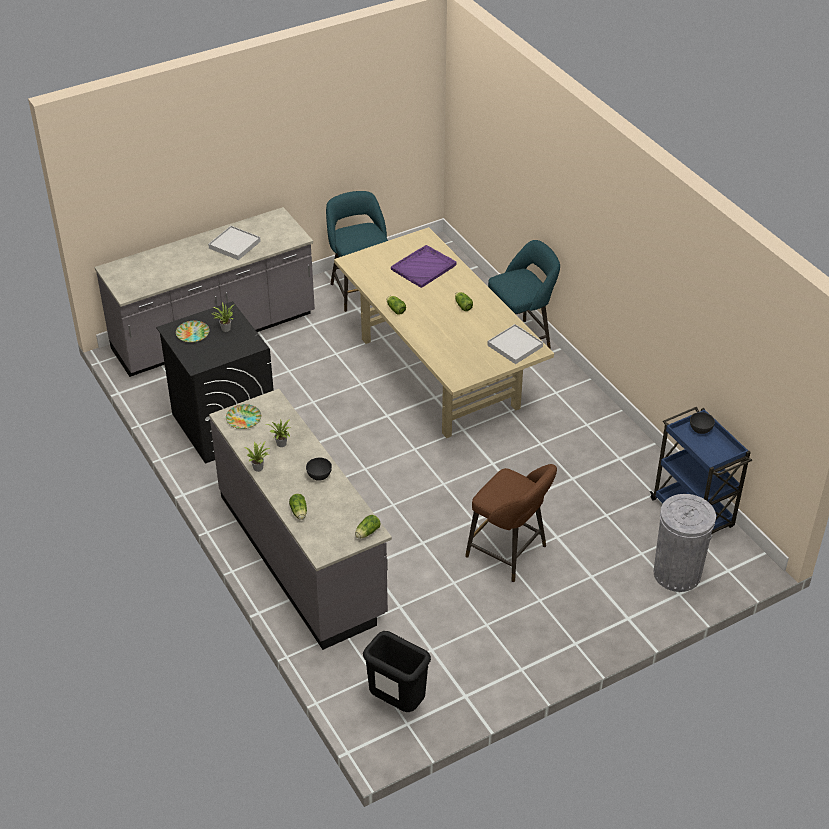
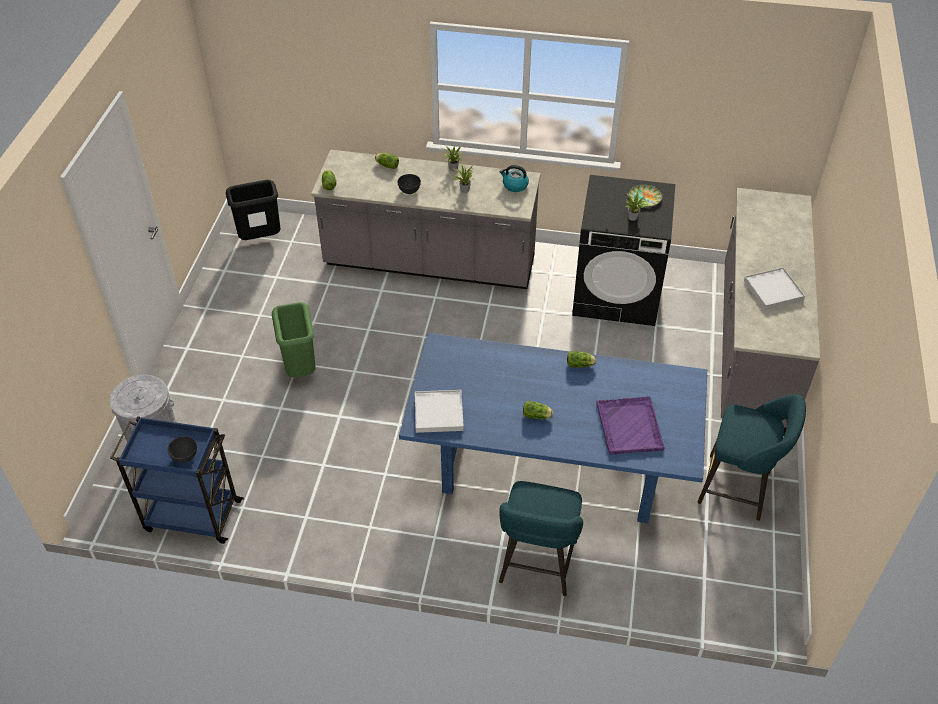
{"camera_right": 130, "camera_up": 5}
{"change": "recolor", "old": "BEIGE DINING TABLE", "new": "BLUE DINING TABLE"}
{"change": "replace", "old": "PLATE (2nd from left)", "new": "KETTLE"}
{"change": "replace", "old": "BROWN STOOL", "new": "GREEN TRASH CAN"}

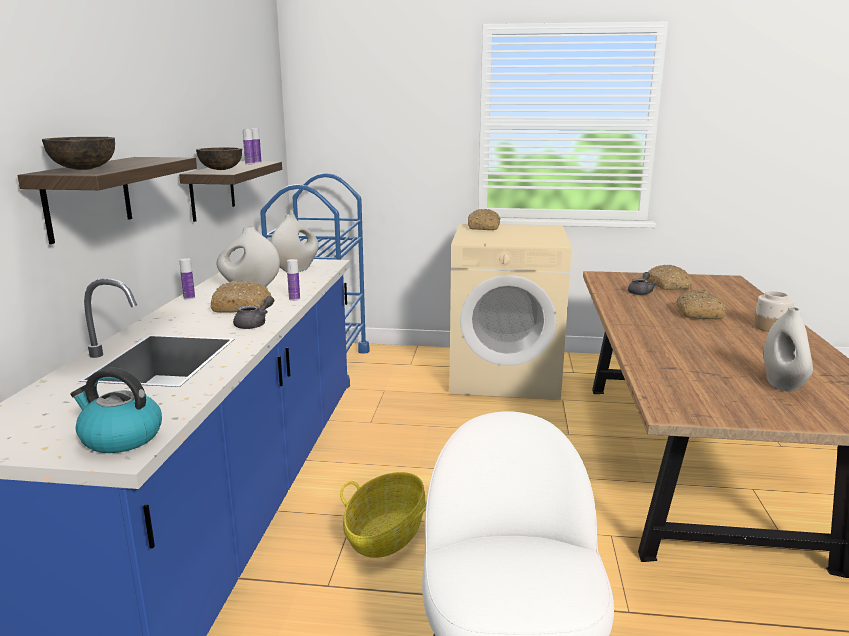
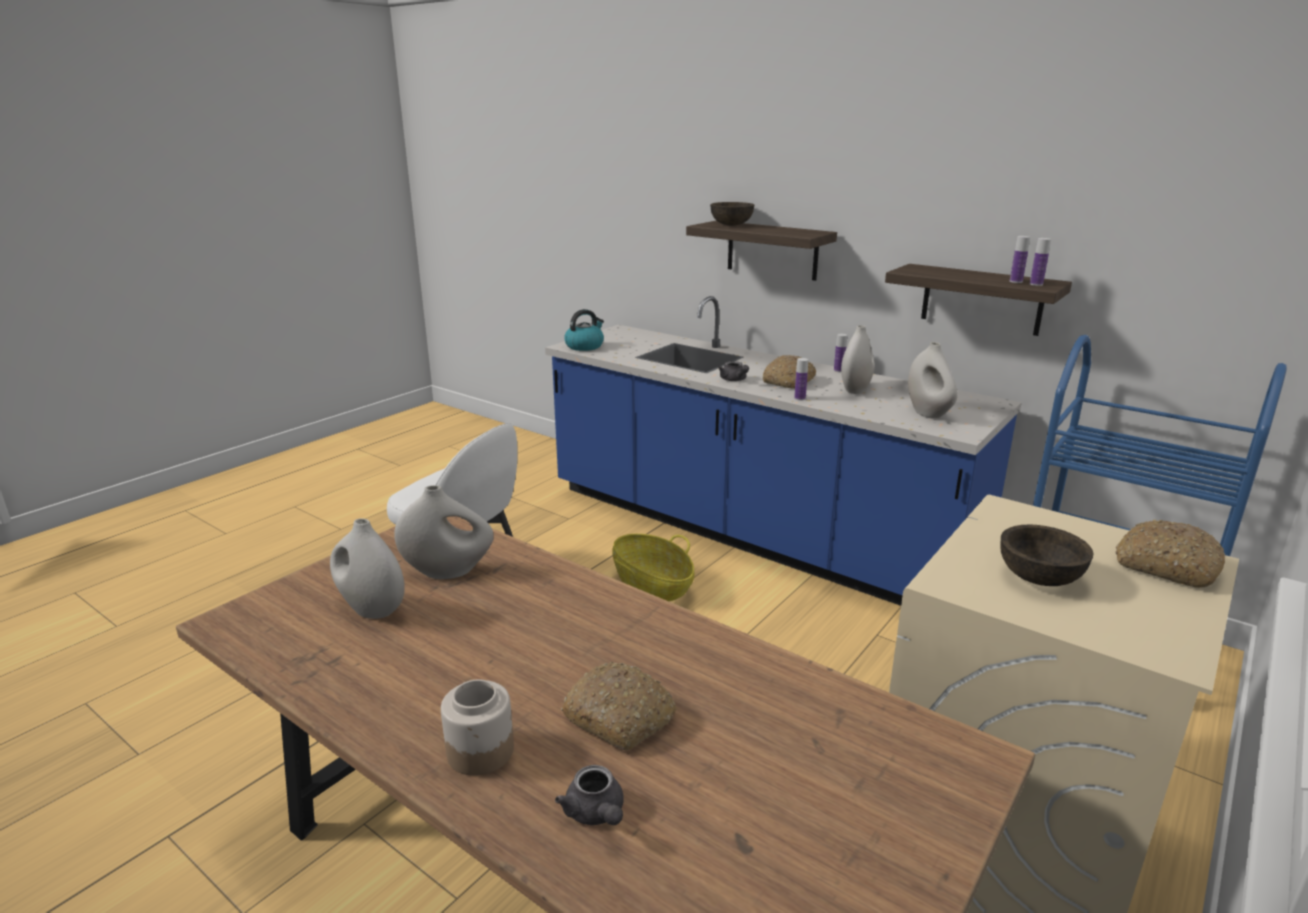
{"camera_right": 120, "camera_up": 5}
{"change": "move", "old": "BROWN BOWL (2nd from left)"}
{"change": "delete", "old": "BREAD (3rd from left)"}
{"change": "move", "old": "GREY TEAPOT (2nd from left in the first image)", "new": "GREY TEAPOT (1st from left)"}
{"change": "insert", "new": "WHITE VASE (2nd from left)"}

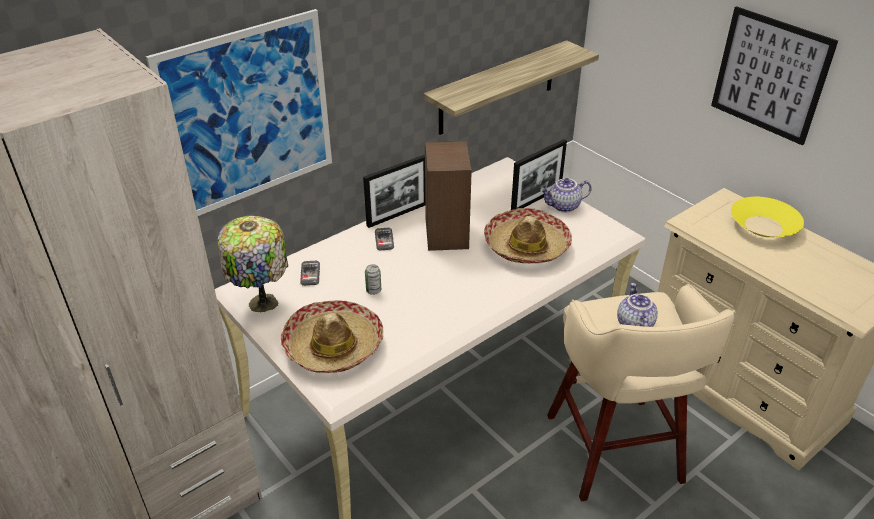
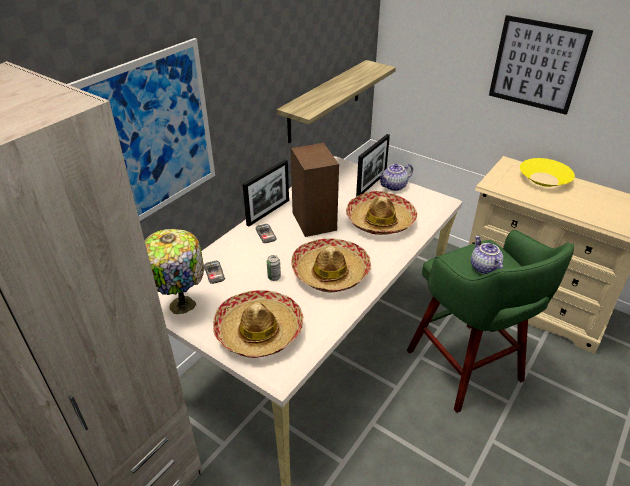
{"camera_right": -15, "camera_up": 0}
{"change": "recolor", "old": "BEIGE STOOL", "new": "GREEN STOOL"}
{"change": "insert", "new": "HAT (2nd from left)"}

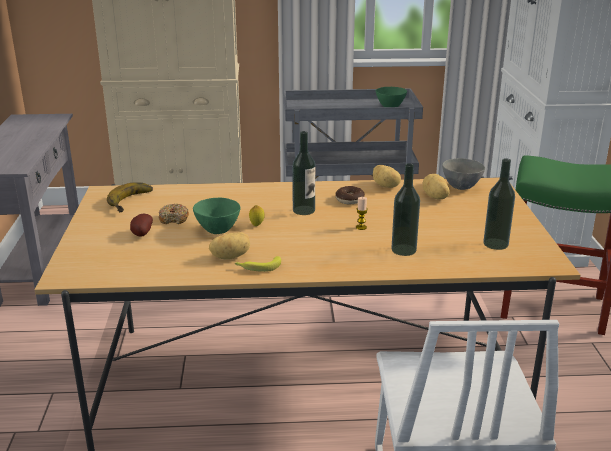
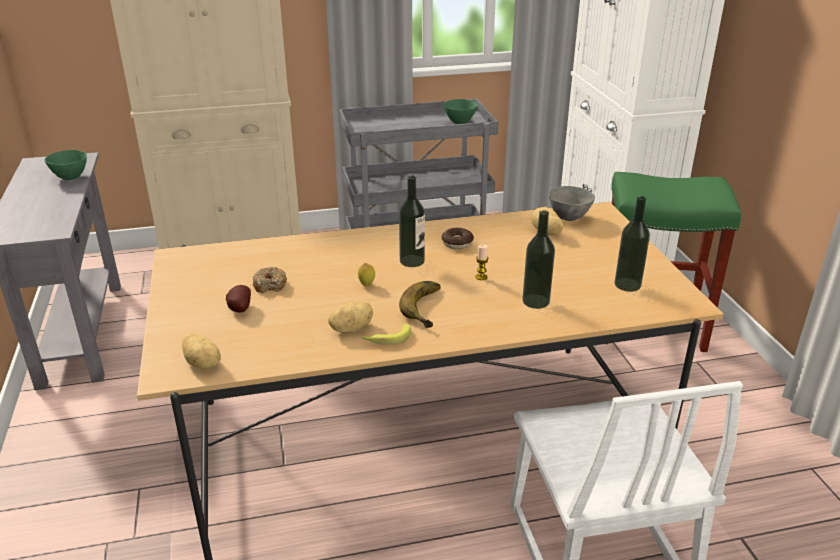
{"camera_right": -10, "camera_up": 5}
{"change": "move", "old": "POTATO (3rd from left in the first image)", "new": "POTATO (1st from left)"}
{"change": "move", "old": "BANANA (1st from left in the first image)", "new": "BANANA (2nd from left)"}
{"change": "move", "old": "GREEN BOWL (1st from left)"}

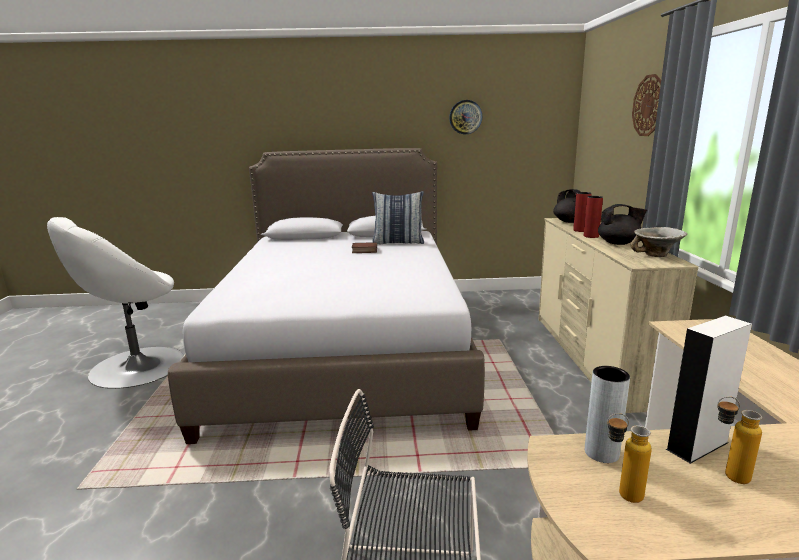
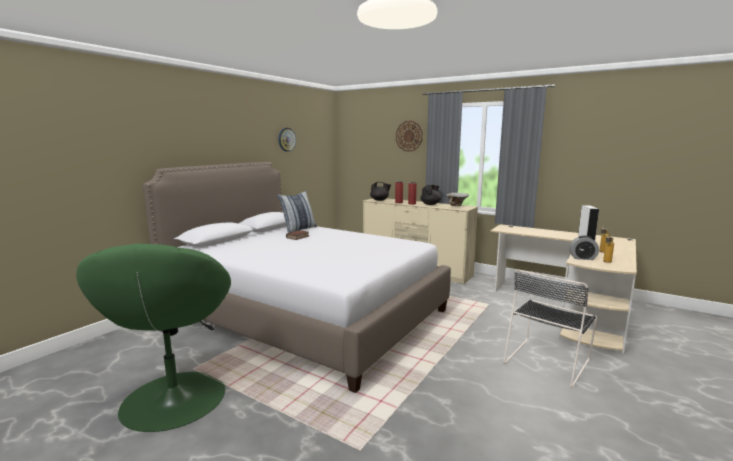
{"camera_right": -55, "camera_up": -5}
{"change": "recolor", "old": "WHITE ARMCHAIR", "new": "GREEN ARMCHAIR"}
{"change": "replace", "old": "GREY VASE", "new": "ALARM CLOCK"}

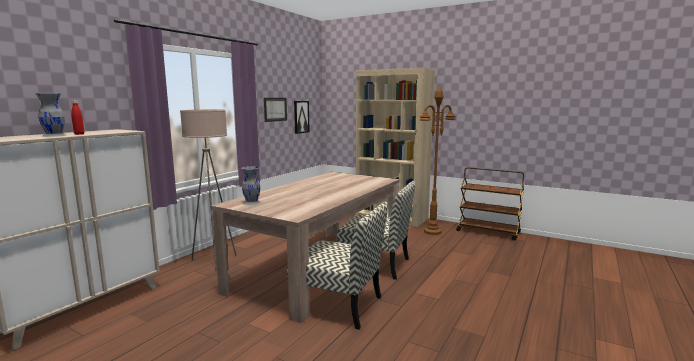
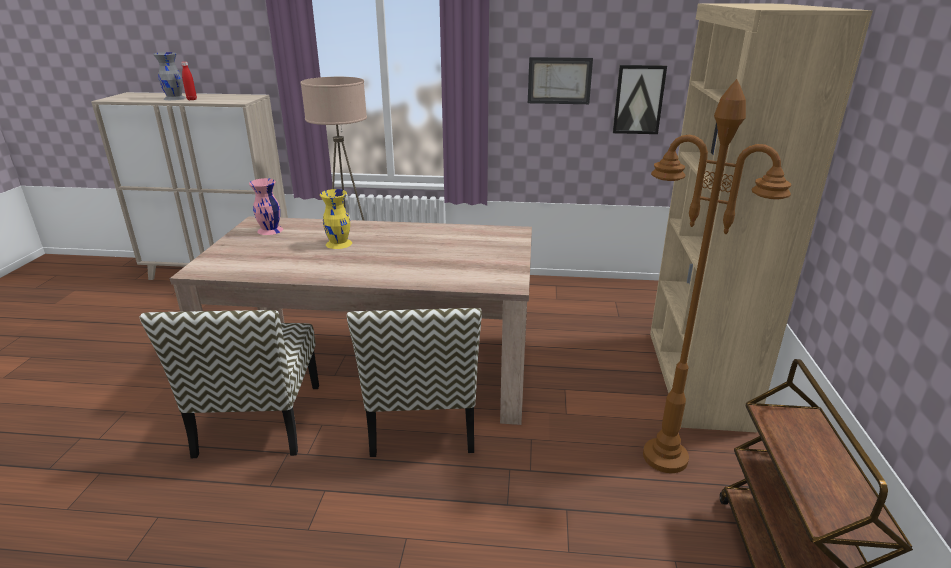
{"camera_right": 65, "camera_up": 15}
{"change": "recolor", "old": "GREY VASE (2nd from left)", "new": "PINK VASE"}
{"change": "insert", "new": "YELLOW VASE"}

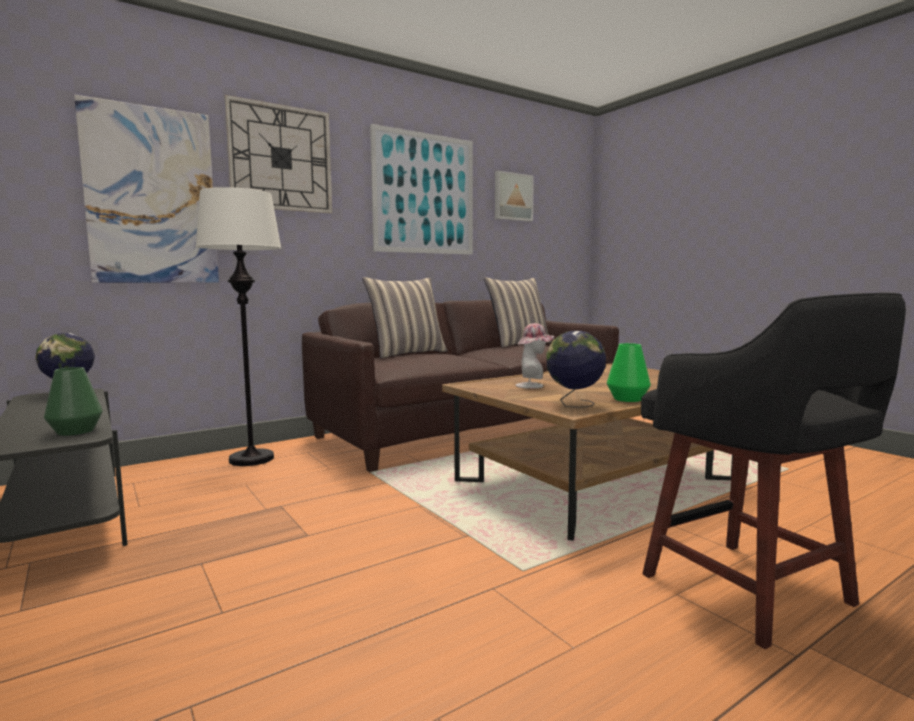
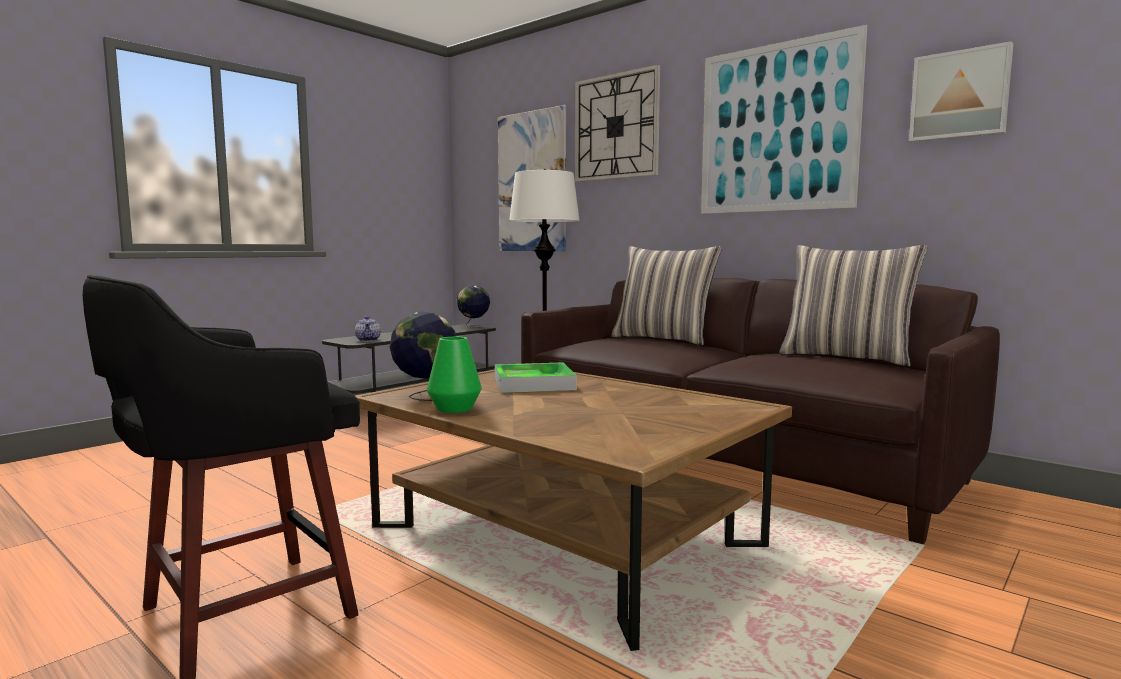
{"camera_right": 75, "camera_up": 0}
{"change": "replace", "old": "HAT", "new": "TRAY"}
{"change": "replace", "old": "GREEN VASE (1st from left)", "new": "TEAPOT"}

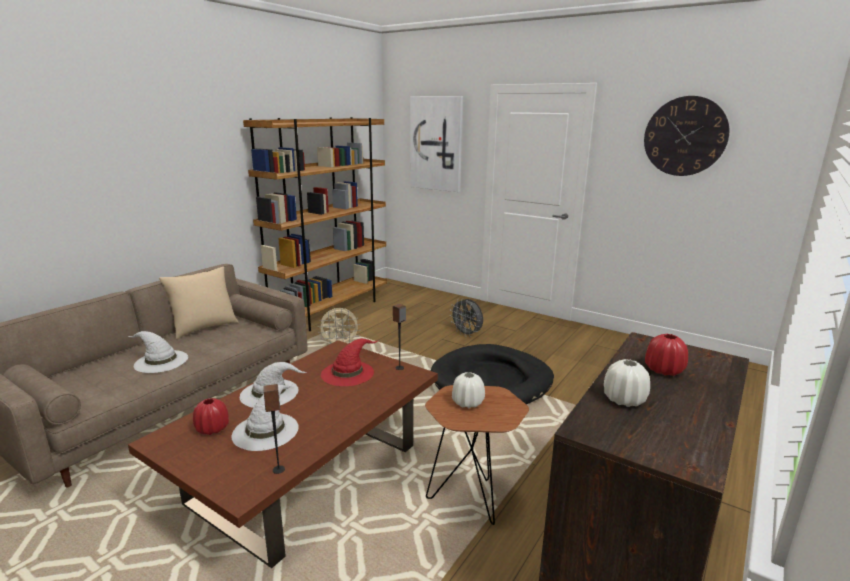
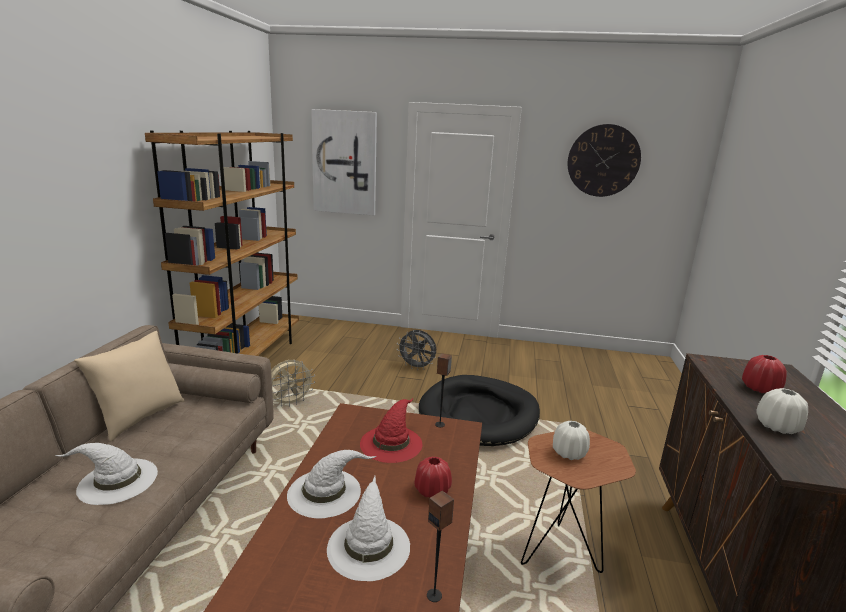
{"camera_right": -25, "camera_up": 0}
{"change": "move", "old": "RED VASE (1st from left)"}

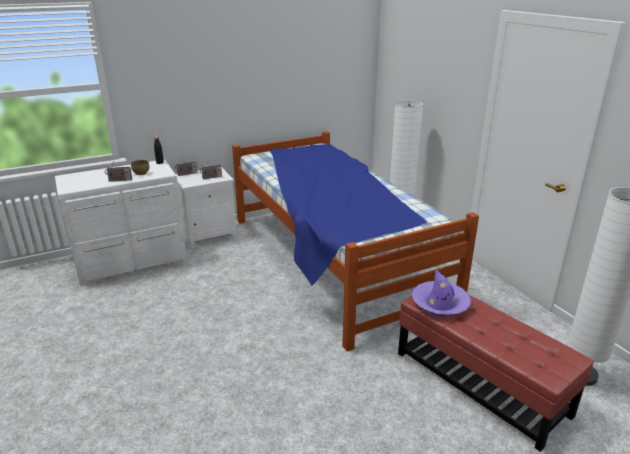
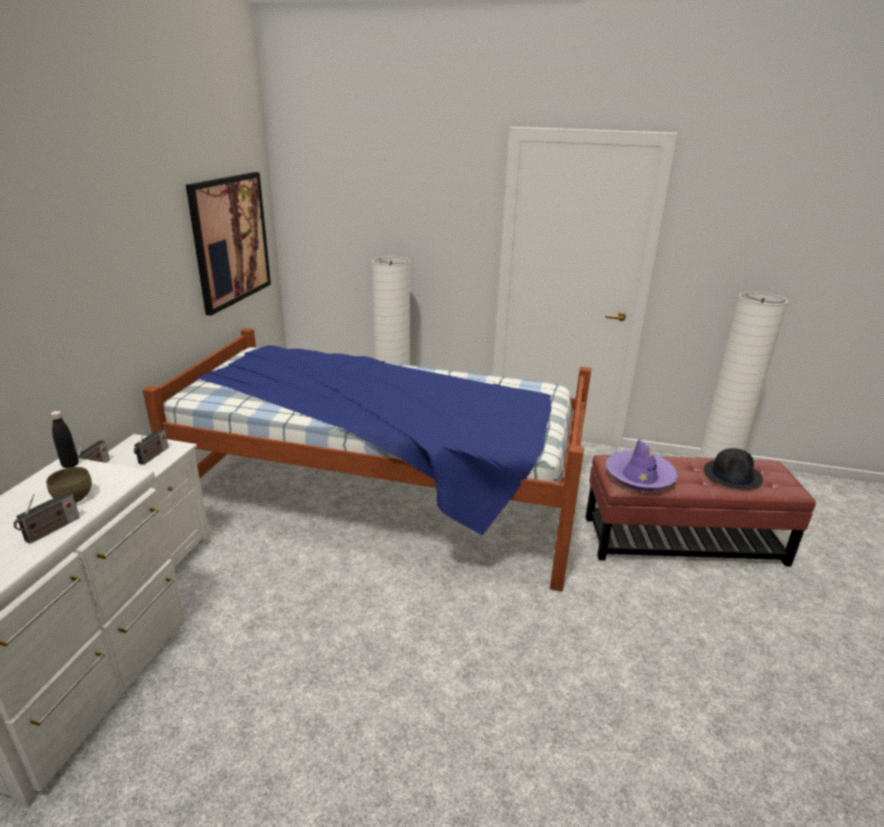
{"camera_right": -50, "camera_up": 0}
{"change": "insert", "new": "PICTURE"}
{"change": "insert", "new": "BLACK HAT"}

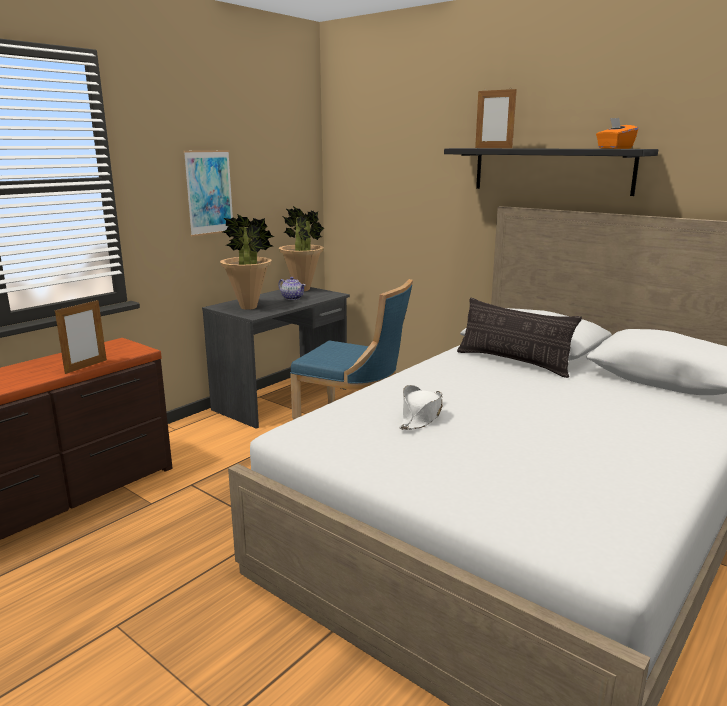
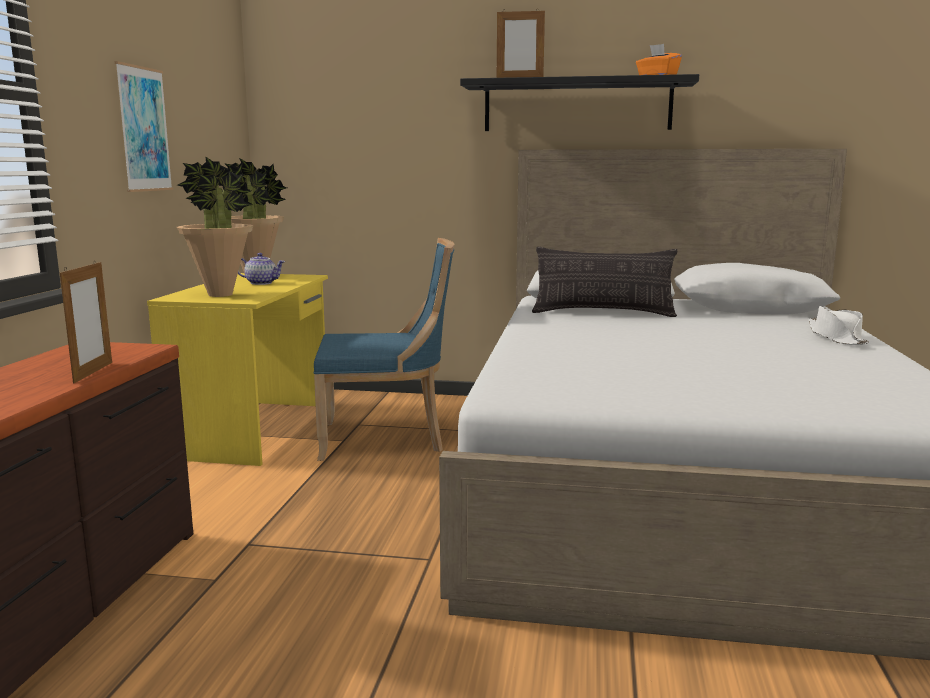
{"camera_right": -30, "camera_up": -5}
{"change": "recolor", "old": "GREY DESK", "new": "YELLOW DESK"}
{"change": "move", "old": "WHITE HAT"}

